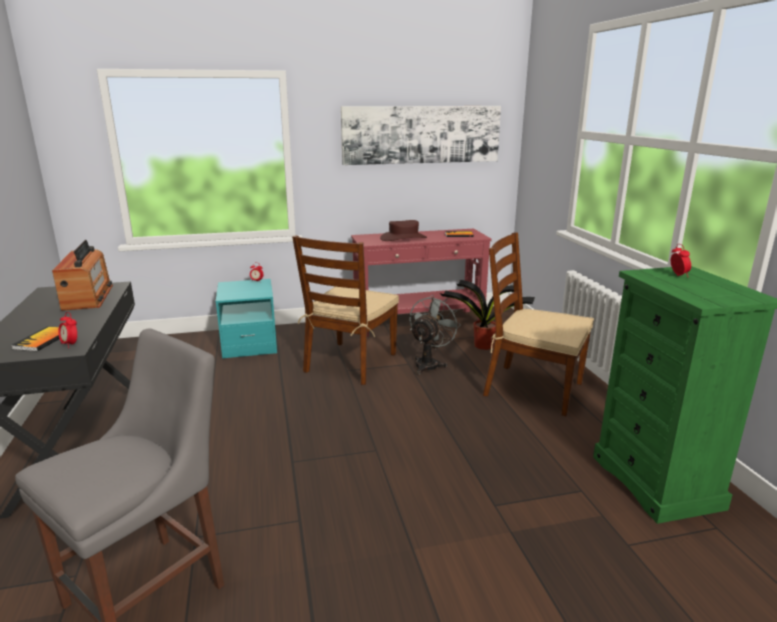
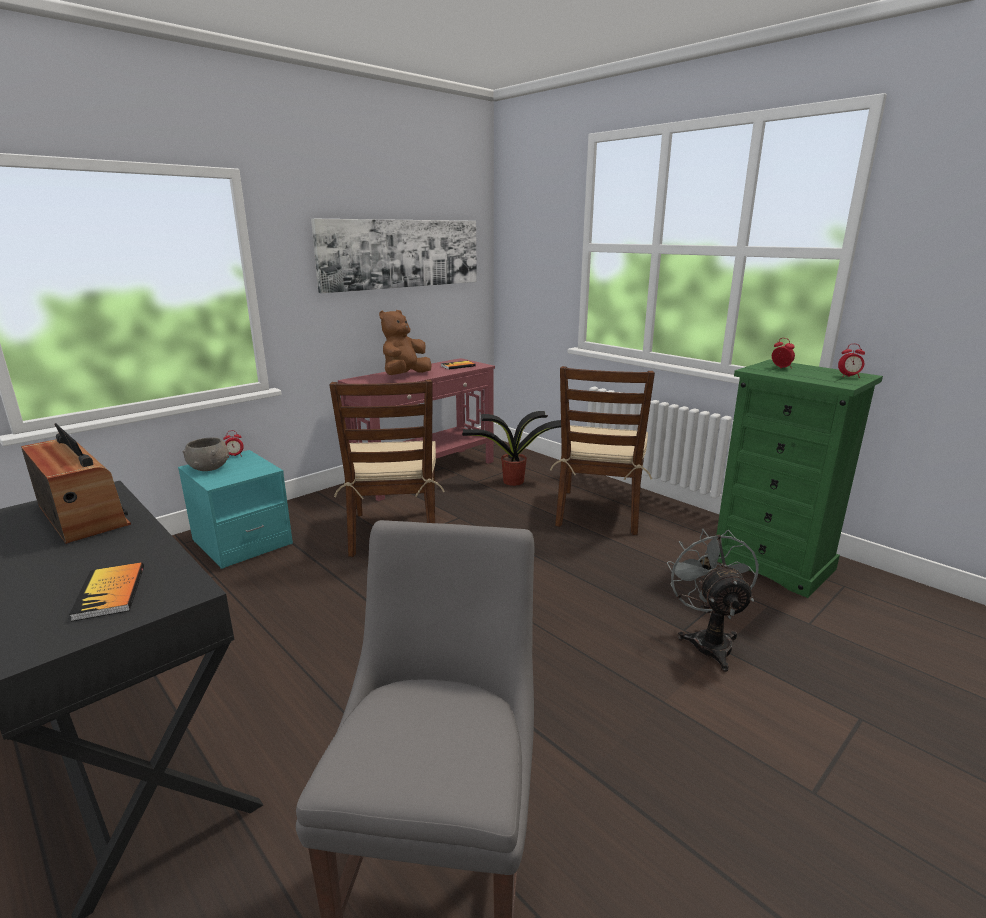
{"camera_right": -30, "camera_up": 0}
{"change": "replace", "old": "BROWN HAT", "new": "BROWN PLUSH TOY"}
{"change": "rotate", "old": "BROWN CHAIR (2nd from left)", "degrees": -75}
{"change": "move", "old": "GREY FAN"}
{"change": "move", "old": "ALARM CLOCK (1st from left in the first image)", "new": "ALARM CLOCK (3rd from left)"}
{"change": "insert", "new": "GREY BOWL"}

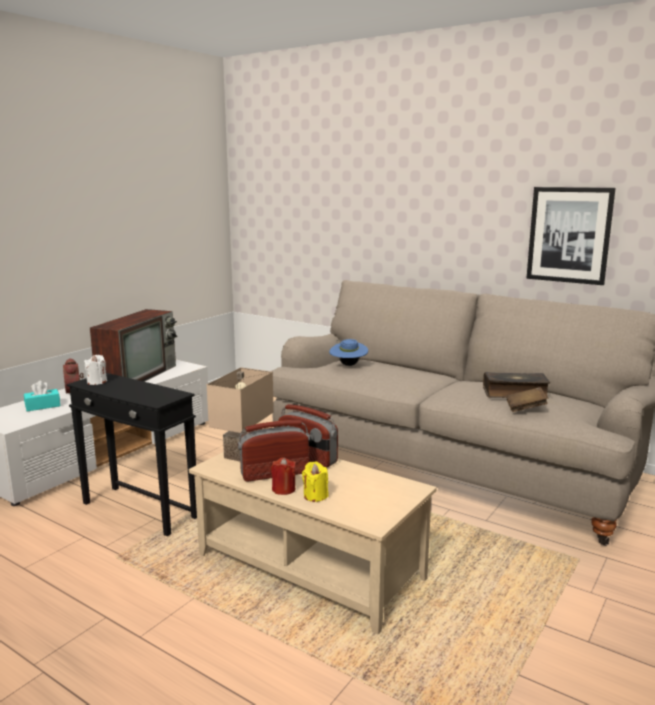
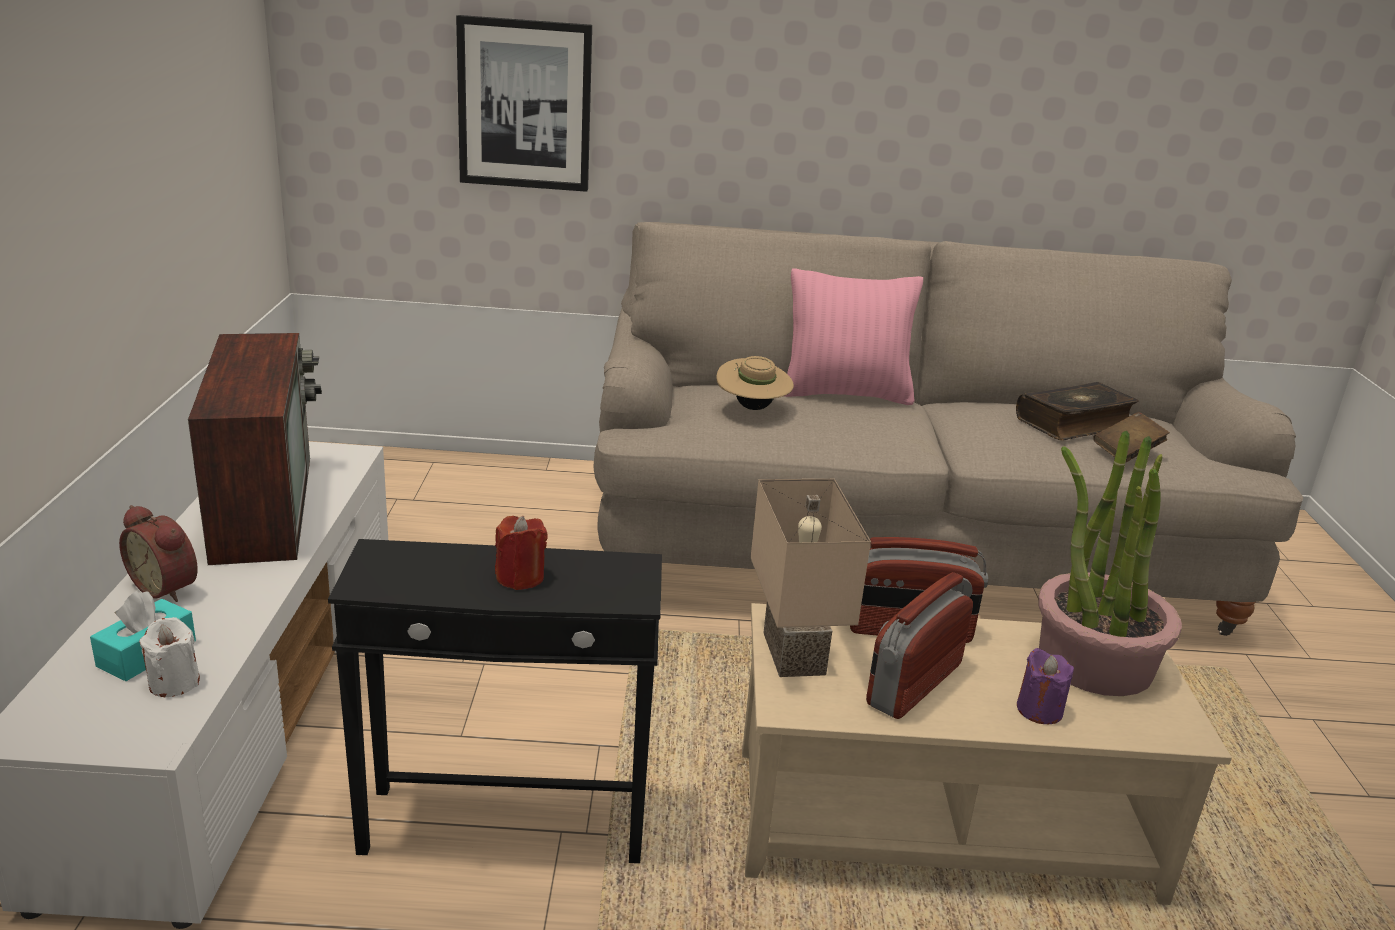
{"camera_right": -35, "camera_up": 10}
{"change": "move", "old": "PICTURE"}
{"change": "recolor", "old": "BLUE HAT", "new": "BEIGE HAT"}
{"change": "move", "old": "WHITE CANDLE"}
{"change": "move", "old": "RED CANDLE"}
{"change": "recolor", "old": "YELLOW CANDLE", "new": "PURPLE CANDLE"}
{"change": "insert", "new": "PINK PILLOW"}
{"change": "insert", "new": "POTTED PLANT"}

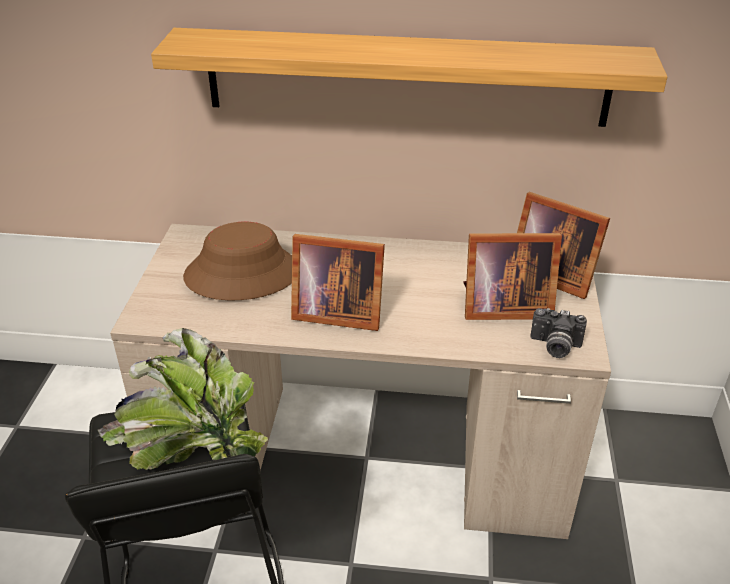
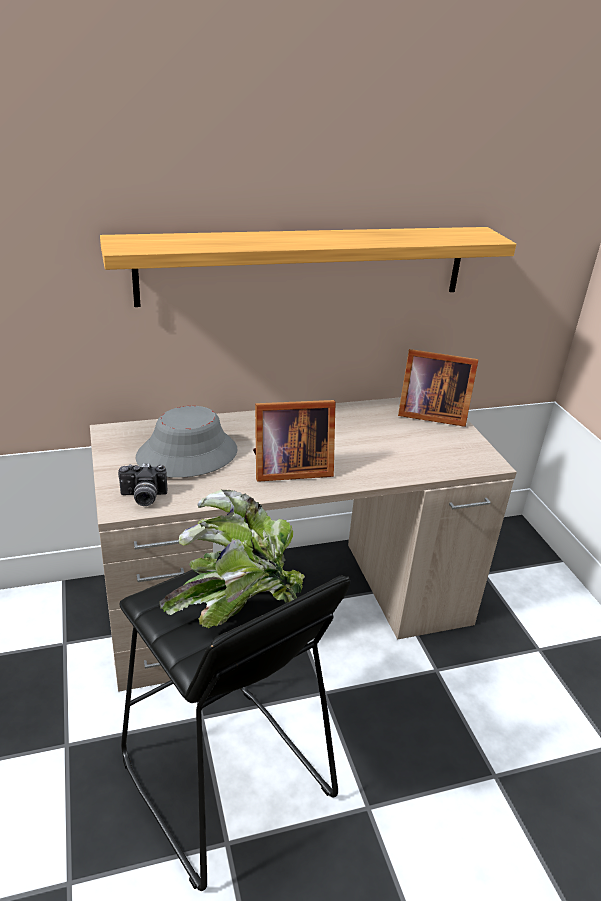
{"camera_right": -25, "camera_up": -5}
{"change": "recolor", "old": "BROWN HAT", "new": "GREY HAT"}
{"change": "delete", "old": "PICTURE FRAME (2nd from left)"}
{"change": "move", "old": "PHOTO CAMERA"}

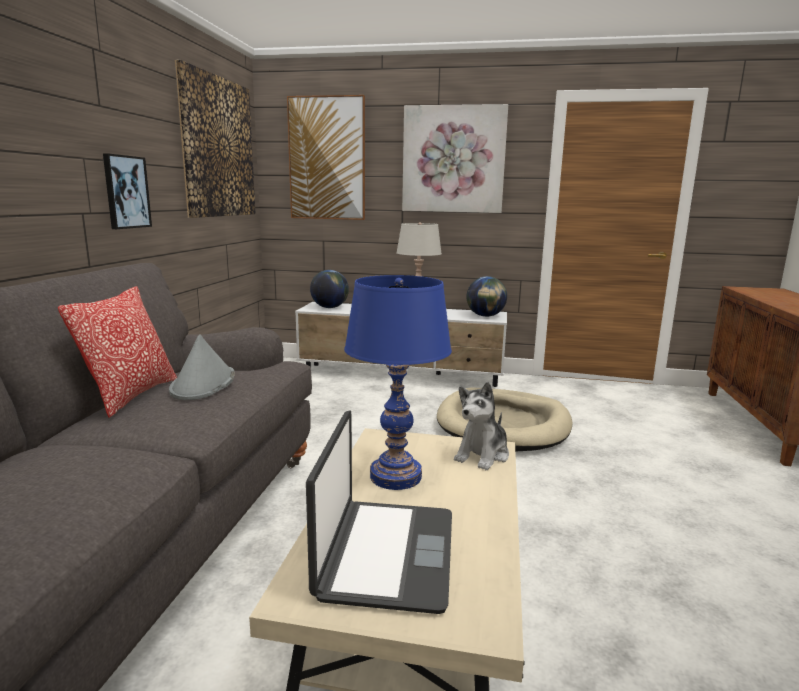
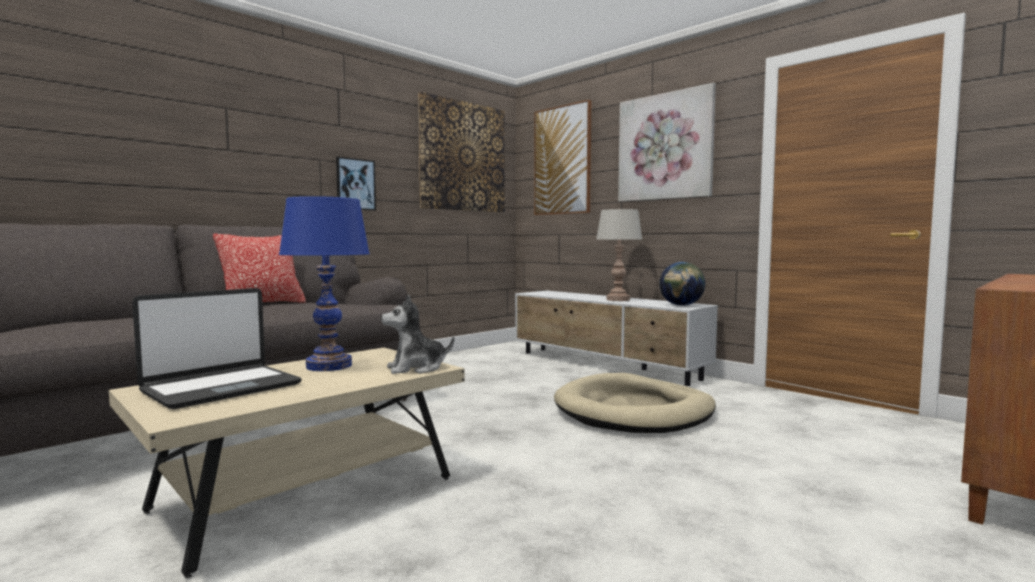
{"camera_right": 35, "camera_up": -10}
{"change": "delete", "old": "GLOBE (1st from left)"}
{"change": "delete", "old": "GREY HAT"}

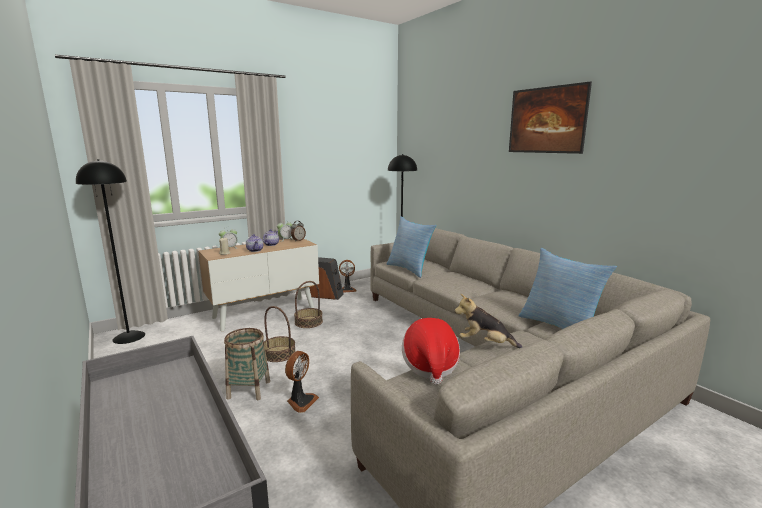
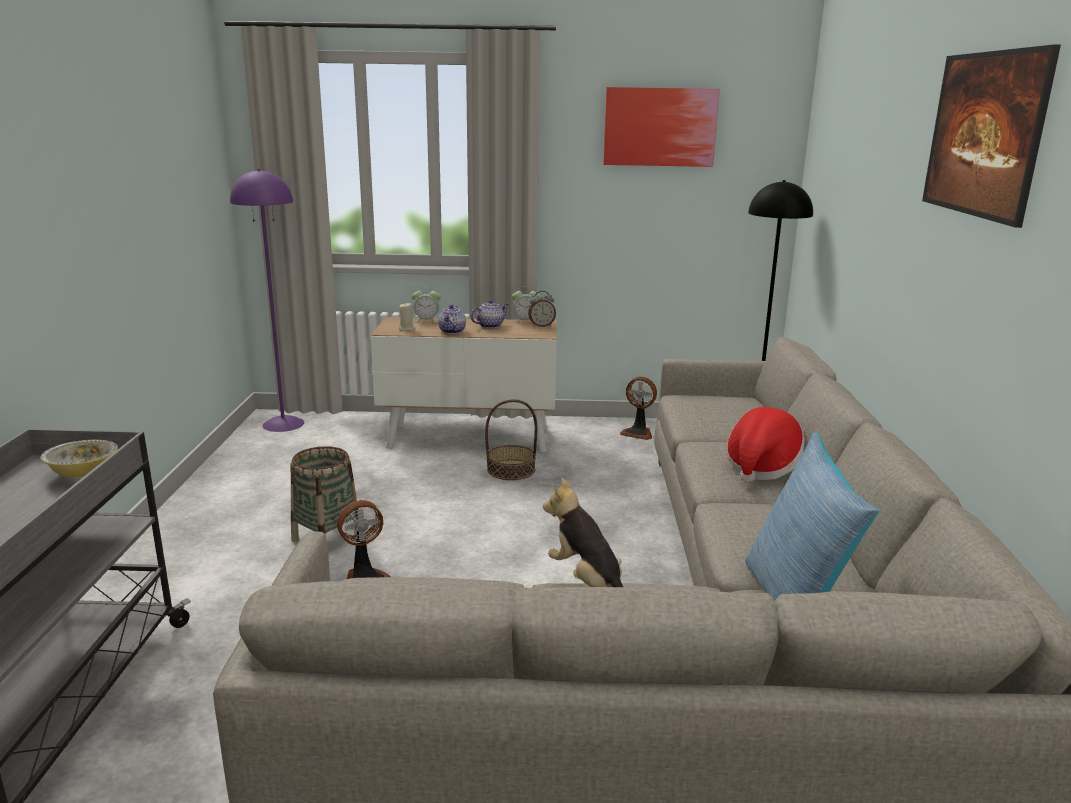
{"camera_right": 35, "camera_up": 5}
{"change": "recolor", "old": "BLACK FLOOR LAMP (1st from left)", "new": "PURPLE FLOOR LAMP"}
{"change": "delete", "old": "PILLOW (1st from left)"}
{"change": "delete", "old": "SPEAKER"}
{"change": "delete", "old": "BASKET (2nd from left)"}
{"change": "move", "old": "HAT"}
{"change": "insert", "new": "PICTURE (1st from left)"}
{"change": "insert", "new": "BOWL"}

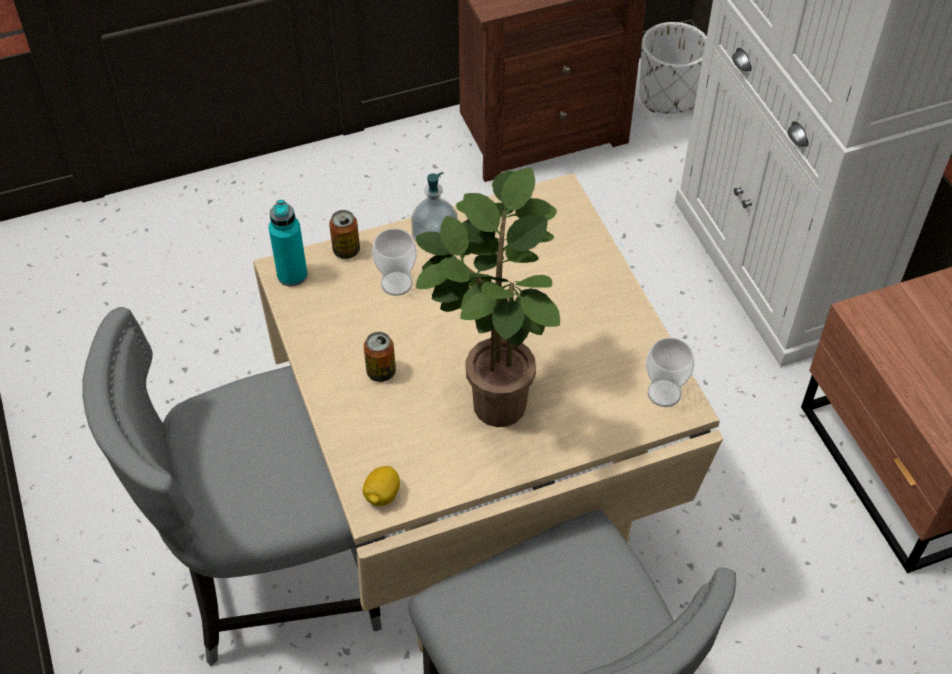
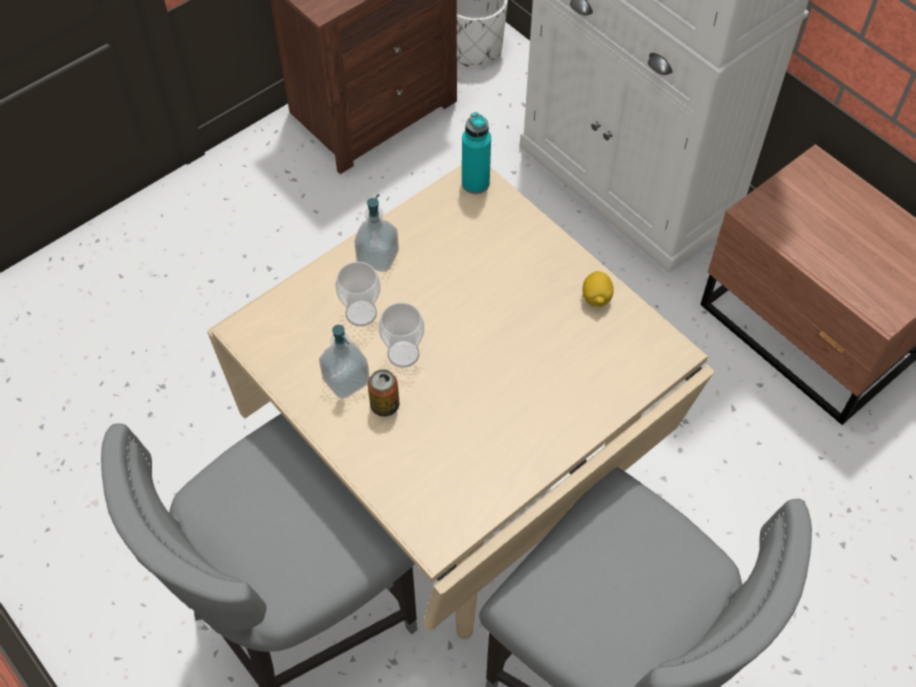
{"camera_right": -20, "camera_up": 5}
{"change": "delete", "old": "POTTED PLANT"}
{"change": "move", "old": "TURQUOISE BOTTLE"}
{"change": "delete", "old": "CAN (1st from left)"}
{"change": "move", "old": "CUP (2nd from left)"}
{"change": "move", "old": "LEMON"}
{"change": "insert", "new": "SOAP DISPENSER (1st from left)"}

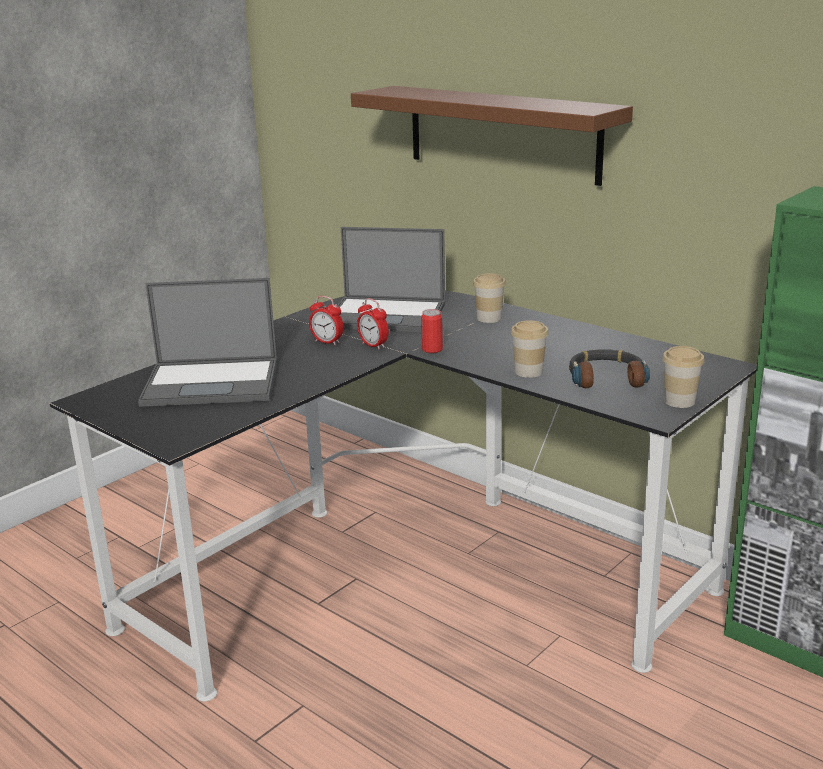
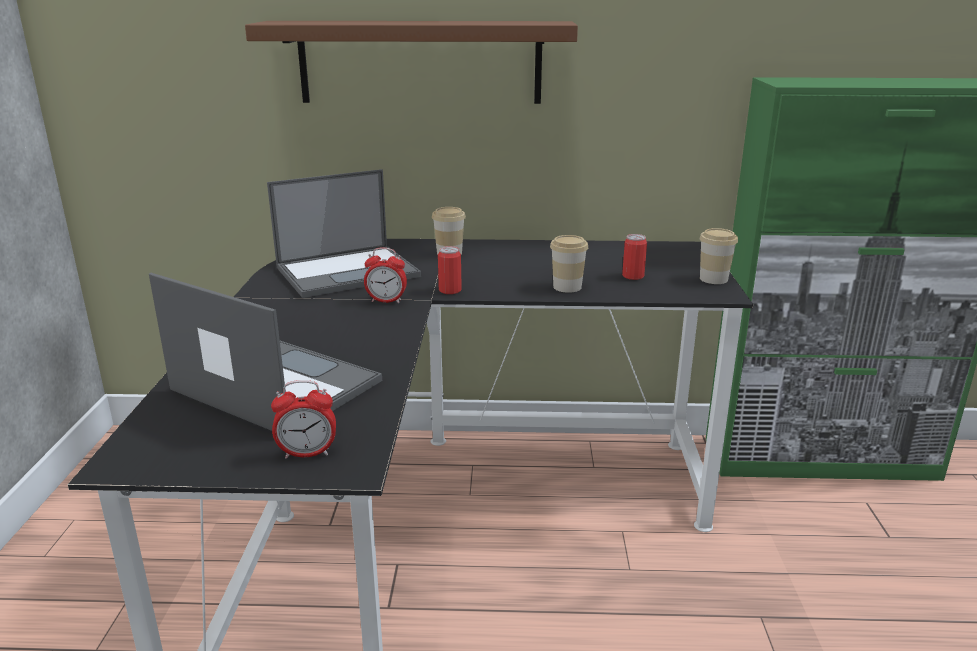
{"camera_right": -40, "camera_up": 0}
{"change": "rotate", "old": "LAPTOP (1st from left)", "degrees": -105}
{"change": "move", "old": "ALARM CLOCK (1st from left)"}
{"change": "replace", "old": "HEADPHONES", "new": "CAN (2nd from left)"}

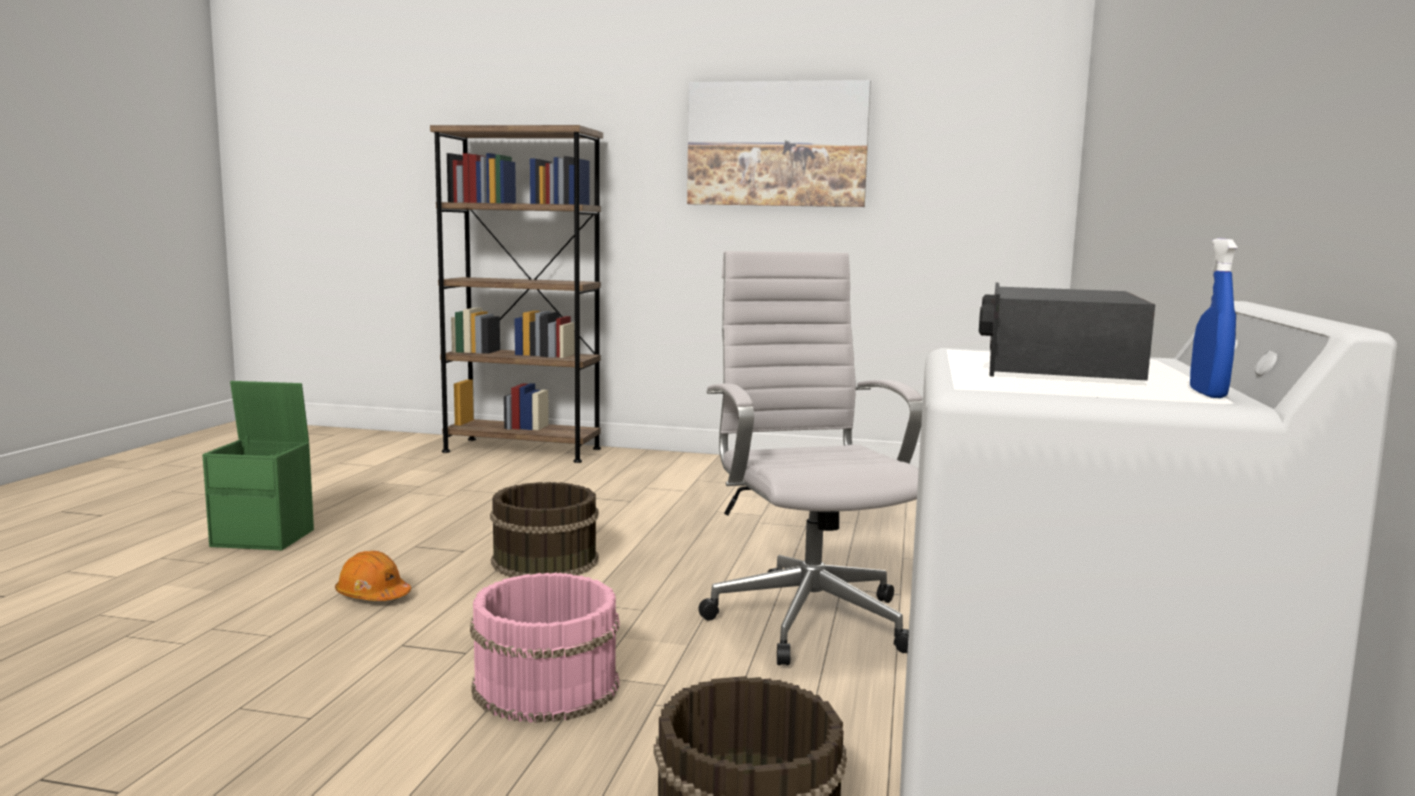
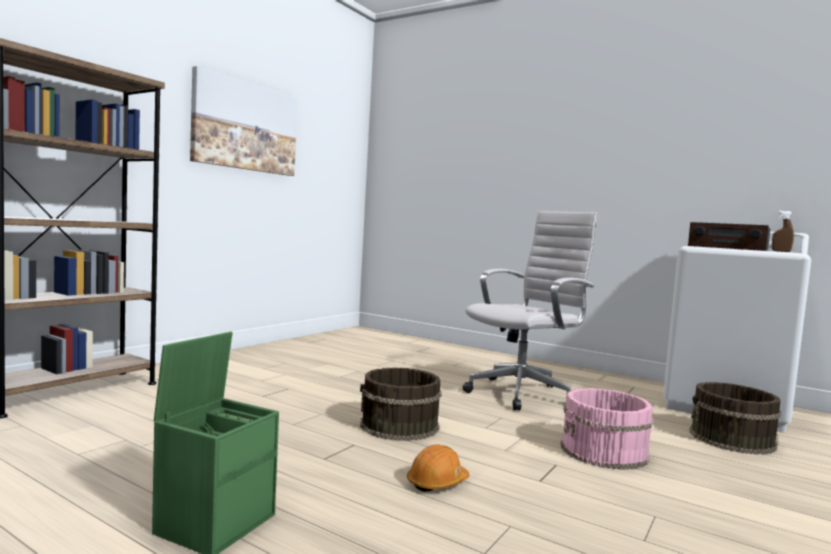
{"camera_right": -70, "camera_up": -5}
{"change": "recolor", "old": "BLUE SPRAY BOTTLE", "new": "BROWN SPRAY BOTTLE"}
{"change": "rotate", "old": "WHITE OFFICE CHAIR", "degrees": 135}

